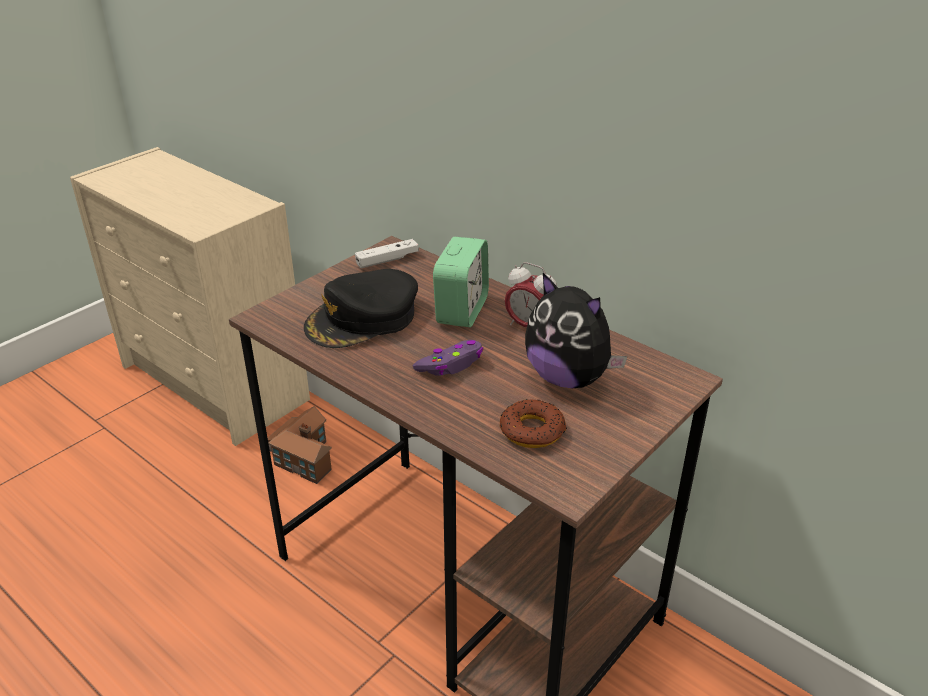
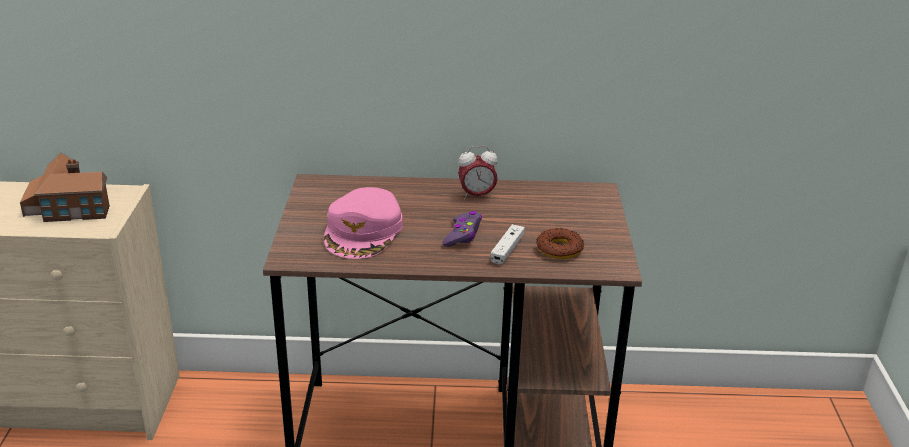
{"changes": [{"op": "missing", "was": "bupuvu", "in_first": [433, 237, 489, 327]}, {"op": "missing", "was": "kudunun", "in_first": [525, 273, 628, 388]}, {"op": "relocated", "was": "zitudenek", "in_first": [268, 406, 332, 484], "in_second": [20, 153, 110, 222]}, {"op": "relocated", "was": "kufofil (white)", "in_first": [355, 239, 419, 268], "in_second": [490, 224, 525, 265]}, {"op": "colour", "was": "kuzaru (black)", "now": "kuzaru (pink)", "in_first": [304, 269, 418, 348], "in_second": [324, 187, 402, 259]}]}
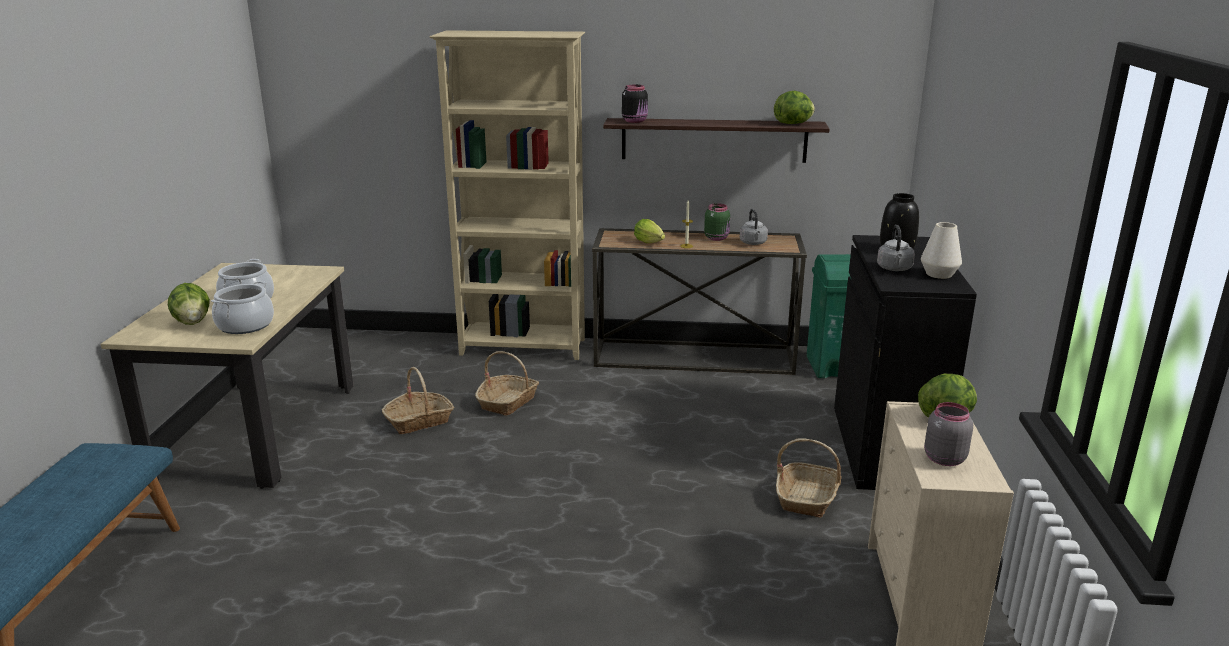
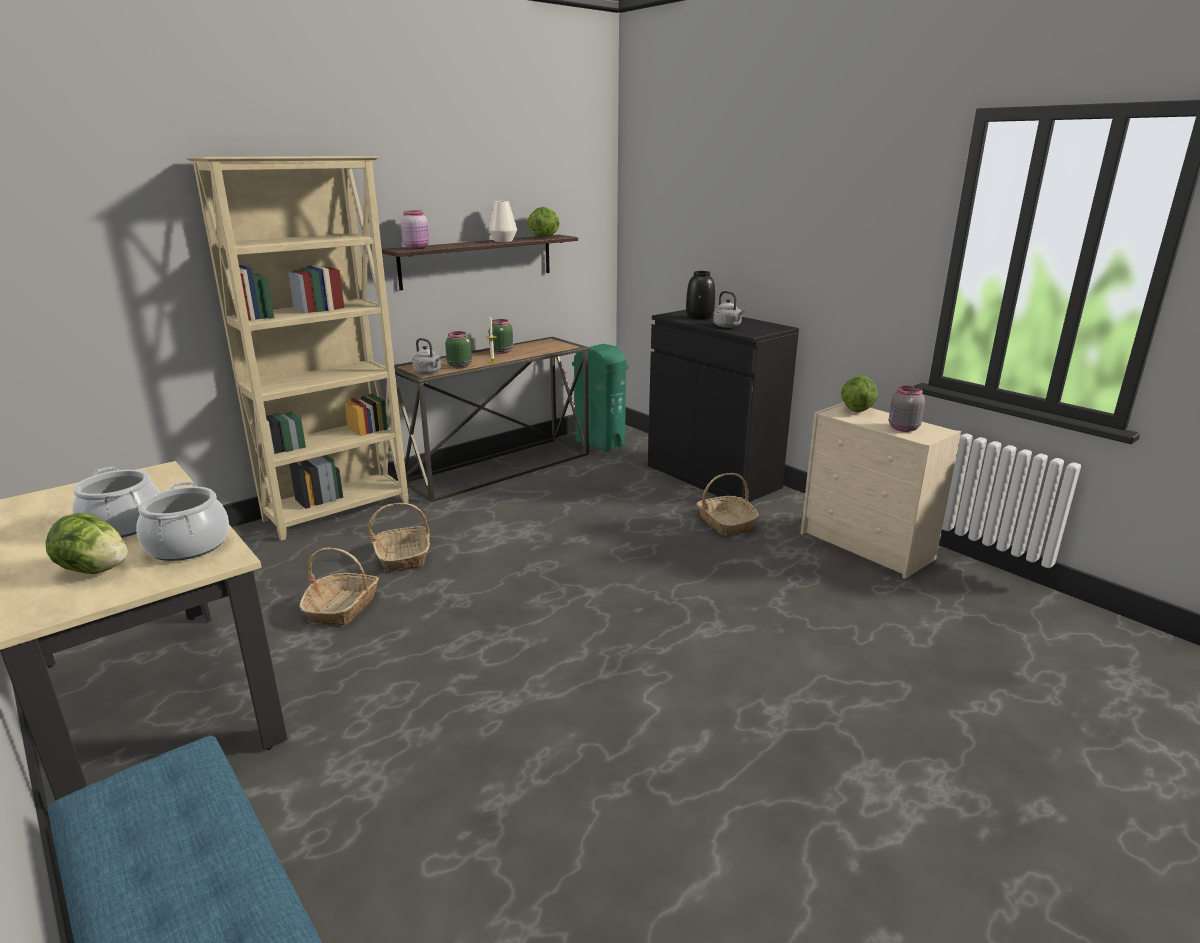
{"changes": [{"op": "relocated", "was": "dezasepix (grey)", "in_first": [740, 209, 768, 245], "in_second": [412, 338, 441, 374]}, {"op": "relocated", "was": "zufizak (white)", "in_first": [921, 222, 962, 279], "in_second": [488, 201, 517, 242]}, {"op": "exchanged", "was": "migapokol", "now": "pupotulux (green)", "in_first": [634, 219, 665, 243], "in_second": [445, 331, 472, 368]}, {"op": "colour", "was": "pupotulux (black)", "now": "pupotulux (pink)", "in_first": [622, 85, 648, 123], "in_second": [401, 210, 429, 249]}]}
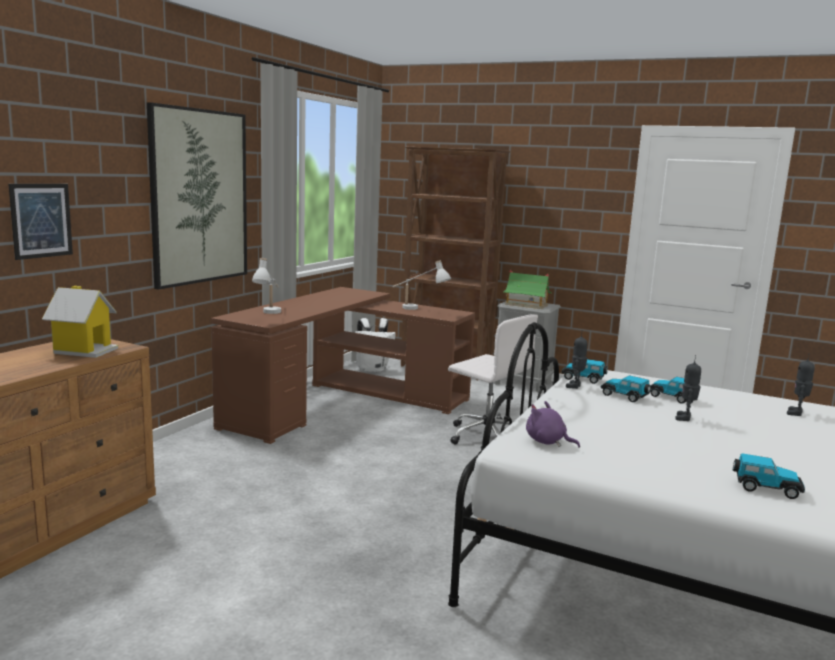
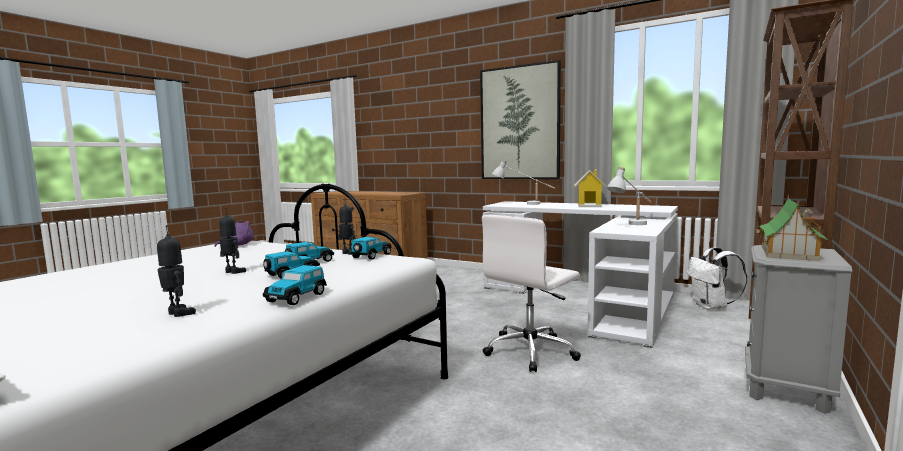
{"changes": [{"op": "missing", "was": "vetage", "in_first": [8, 184, 73, 260]}, {"op": "relocated", "was": "zitudenek", "in_first": [42, 286, 118, 358], "in_second": [574, 170, 606, 207]}, {"op": "relocated", "was": "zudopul", "in_first": [733, 453, 805, 499], "in_second": [263, 265, 327, 305]}, {"op": "colour", "was": "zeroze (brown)", "now": "zeroze (white)", "in_first": [211, 287, 475, 444], "in_second": [483, 201, 678, 348]}]}
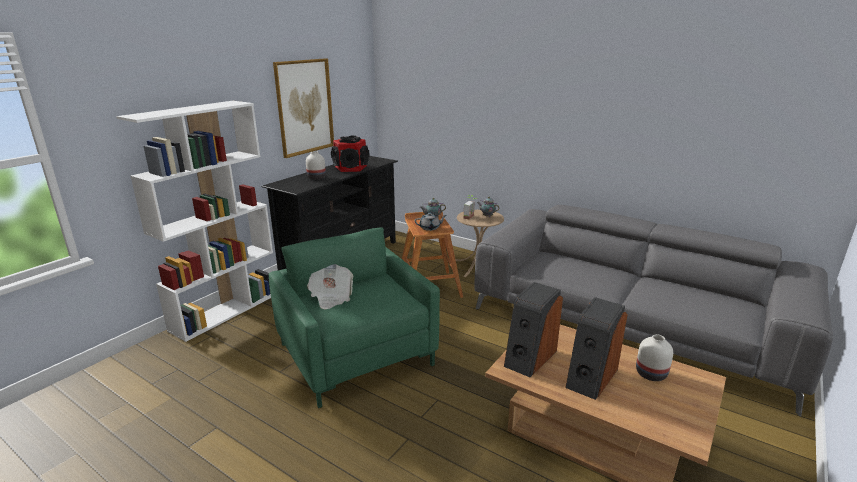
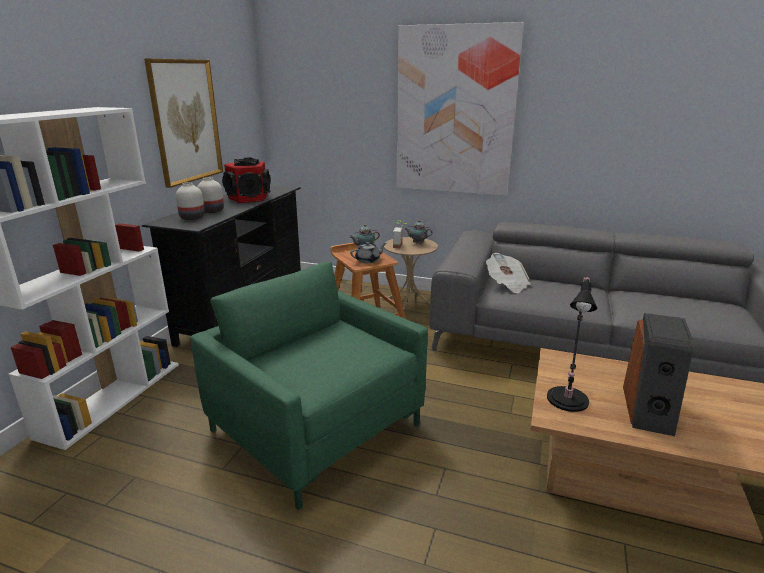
{"changes": [{"op": "appeared", "now": "vetage", "in_second": [397, 22, 524, 196]}, {"op": "relocated", "was": "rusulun", "in_first": [307, 264, 353, 309], "in_second": [486, 253, 531, 293]}, {"op": "relocated", "was": "zufizak (white)", "in_first": [636, 334, 673, 381], "in_second": [176, 182, 205, 220]}, {"op": "exchanged", "was": "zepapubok", "now": "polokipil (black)", "in_first": [504, 282, 563, 377], "in_second": [547, 276, 597, 412]}]}
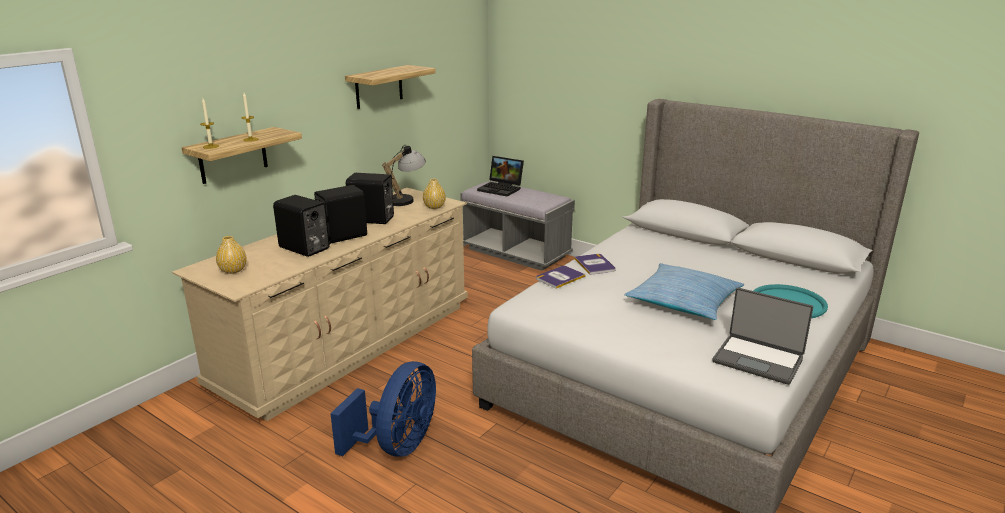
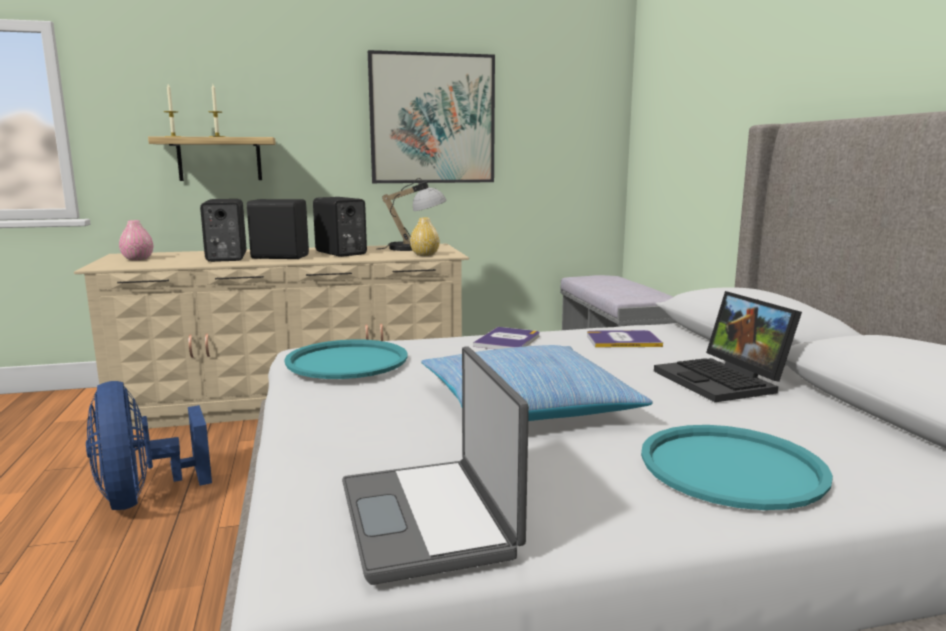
{"changes": [{"op": "appeared", "now": "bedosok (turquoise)", "in_second": [284, 339, 407, 379]}, {"op": "relocated", "was": "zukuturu", "in_first": [477, 156, 524, 197], "in_second": [654, 291, 802, 402]}, {"op": "relocated", "was": "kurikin", "in_first": [536, 266, 586, 289], "in_second": [587, 330, 663, 347]}, {"op": "exchanged", "was": "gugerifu", "now": "vetage", "in_first": [345, 65, 436, 109], "in_second": [368, 50, 495, 183]}, {"op": "colour", "was": "zufizak (yellow)", "now": "zufizak (pink)", "in_first": [216, 236, 247, 274], "in_second": [119, 220, 153, 260]}, {"op": "spun", "was": "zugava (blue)", "in_first": [330, 361, 436, 457], "in_second": [86, 381, 212, 510], "clockwise": 90}]}
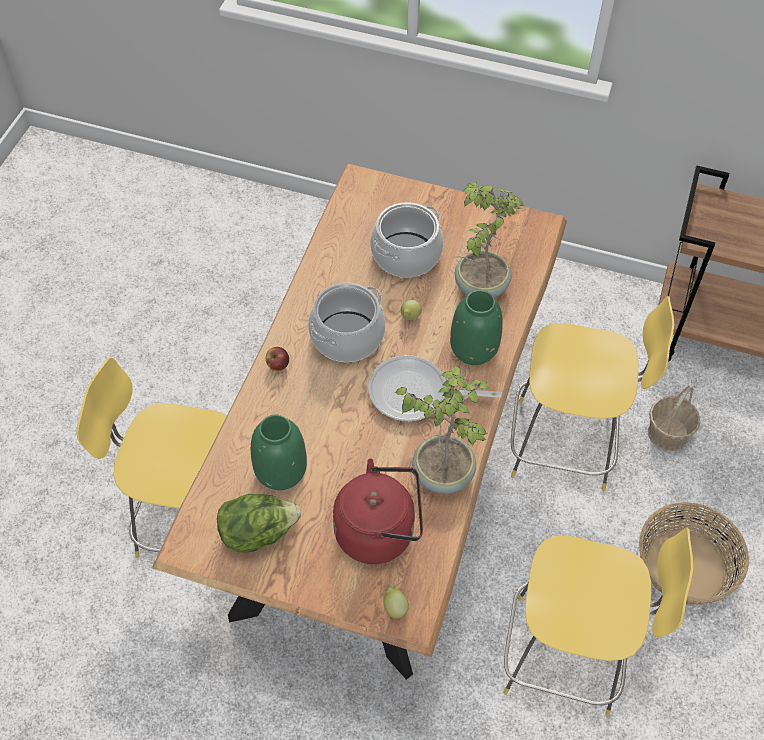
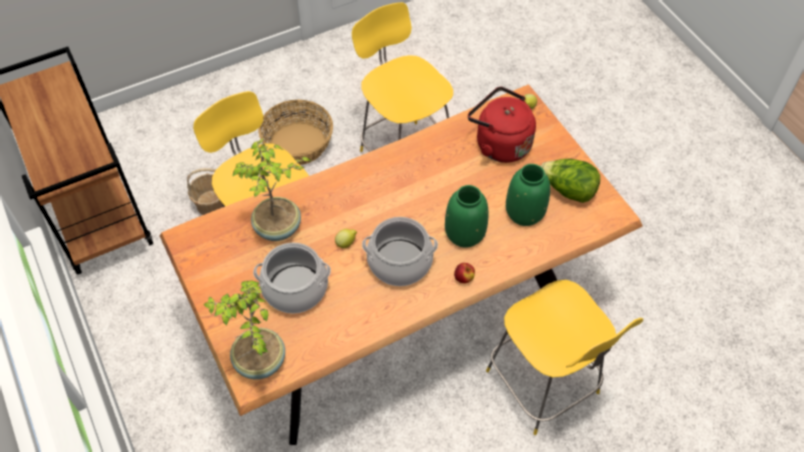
{"changes": [{"op": "missing", "was": "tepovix", "in_first": [368, 355, 502, 421]}, {"op": "relocated", "was": "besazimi", "in_first": [395, 364, 490, 494], "in_second": [204, 280, 285, 379]}, {"op": "relocated", "was": "zufizak (green)", "in_first": [450, 290, 503, 365], "in_second": [445, 185, 488, 248]}]}
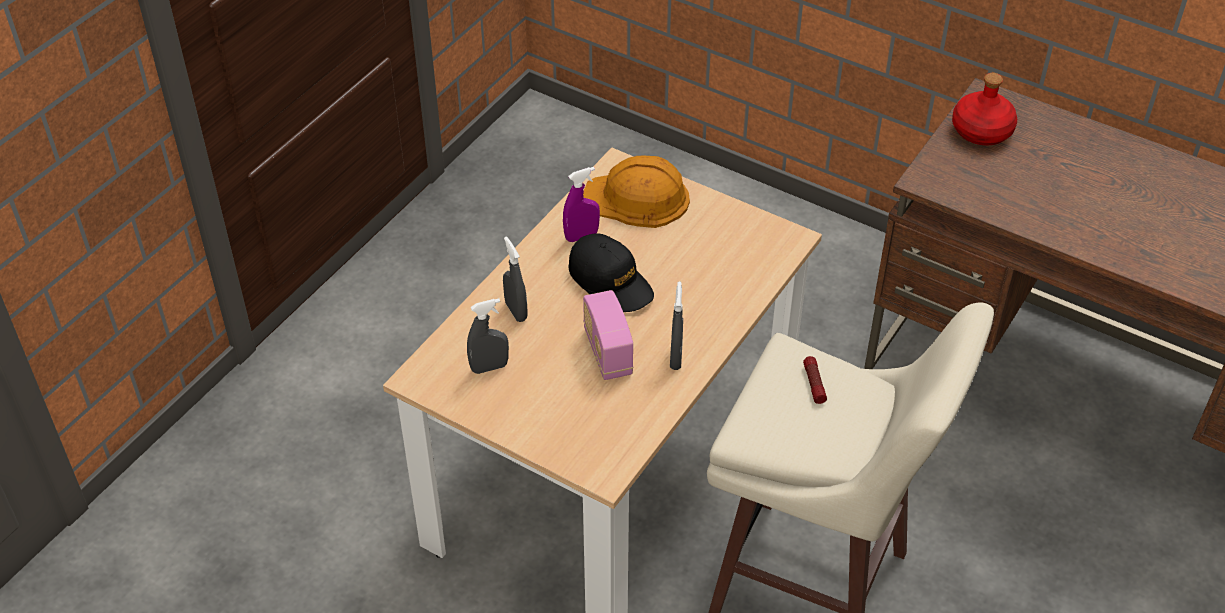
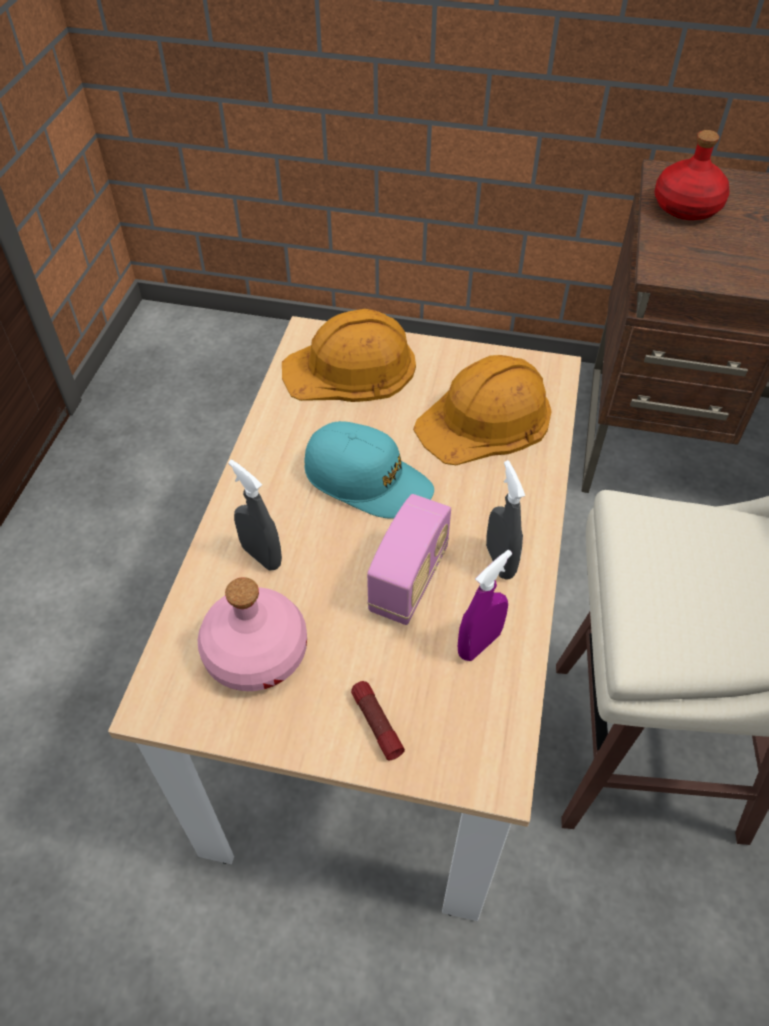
{"changes": [{"op": "appeared", "now": "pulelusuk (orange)", "in_second": [413, 355, 552, 465]}, {"op": "relocated", "was": "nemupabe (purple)", "in_first": [563, 167, 600, 242], "in_second": [458, 550, 512, 661]}, {"op": "relocated", "was": "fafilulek", "in_first": [803, 356, 827, 404], "in_second": [351, 681, 405, 760]}, {"op": "exchanged", "was": "nemupabe (grey)", "now": "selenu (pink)", "in_first": [467, 298, 509, 374], "in_second": [198, 577, 307, 691]}, {"op": "colour", "was": "kuzaru (black)", "now": "kuzaru (turquoise)", "in_first": [569, 233, 654, 312], "in_second": [304, 421, 434, 519]}, {"op": "spun", "was": "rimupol", "in_first": [583, 290, 634, 380], "in_second": [367, 494, 451, 625], "clockwise": -120}]}
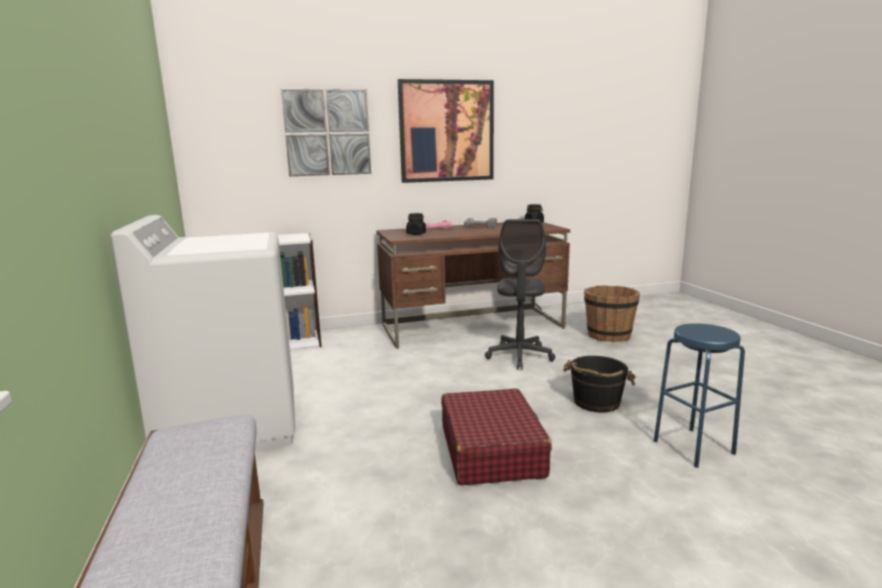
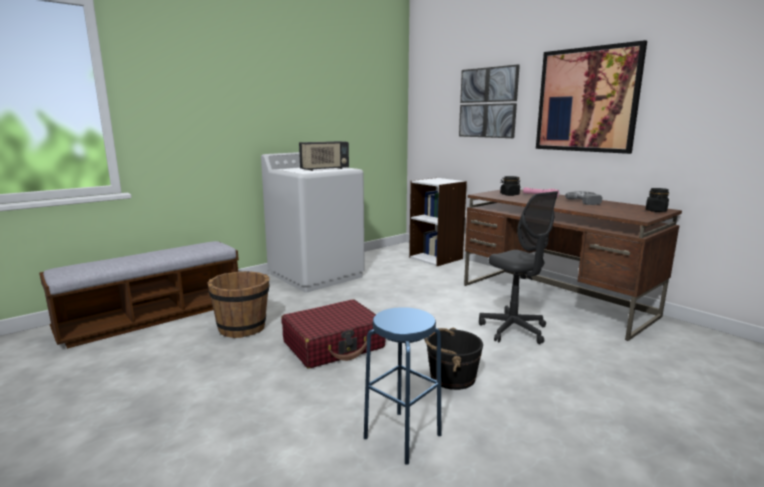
{"changes": [{"op": "appeared", "now": "rimupol", "in_second": [299, 141, 349, 171]}, {"op": "relocated", "was": "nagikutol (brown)", "in_first": [584, 286, 640, 342], "in_second": [207, 271, 270, 338]}, {"op": "spun", "was": "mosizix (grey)", "in_first": [485, 219, 555, 370], "in_second": [479, 191, 558, 344], "clockwise": -105}]}
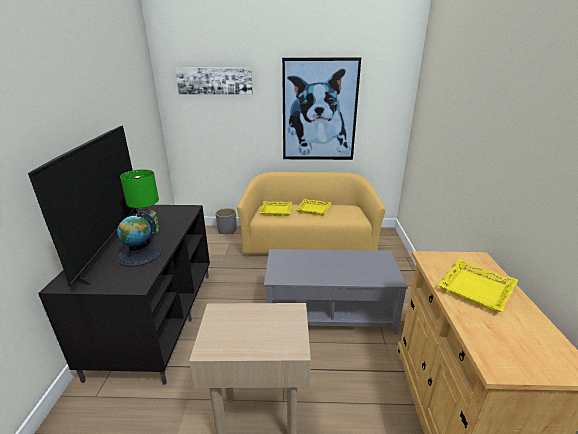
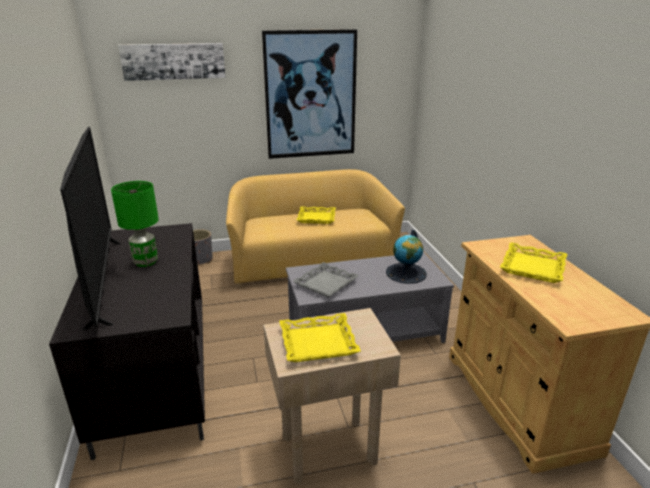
{"changes": [{"op": "appeared", "now": "bedosok (grey)", "in_second": [293, 262, 359, 298]}, {"op": "relocated", "was": "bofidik", "in_first": [117, 211, 162, 267], "in_second": [386, 230, 427, 284]}, {"op": "relocated", "was": "bedosok (yellow)", "in_first": [260, 201, 292, 216], "in_second": [279, 313, 361, 362]}]}
